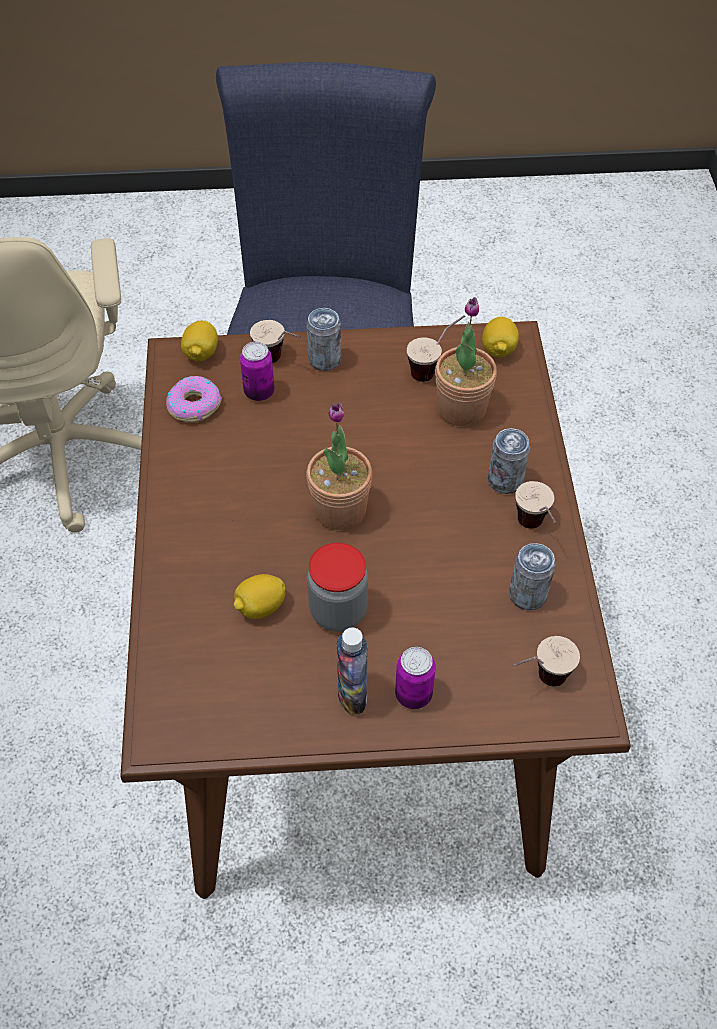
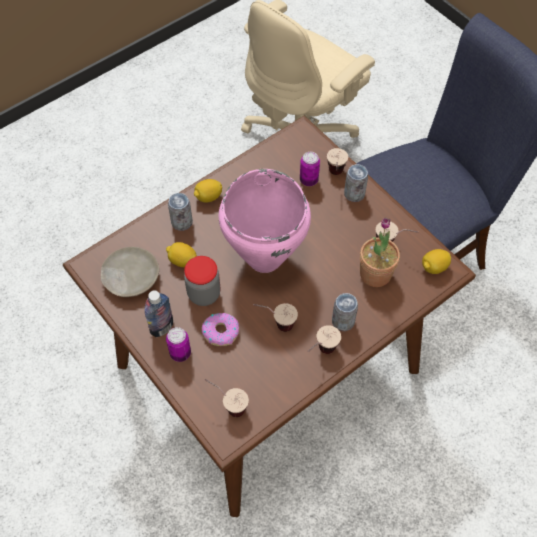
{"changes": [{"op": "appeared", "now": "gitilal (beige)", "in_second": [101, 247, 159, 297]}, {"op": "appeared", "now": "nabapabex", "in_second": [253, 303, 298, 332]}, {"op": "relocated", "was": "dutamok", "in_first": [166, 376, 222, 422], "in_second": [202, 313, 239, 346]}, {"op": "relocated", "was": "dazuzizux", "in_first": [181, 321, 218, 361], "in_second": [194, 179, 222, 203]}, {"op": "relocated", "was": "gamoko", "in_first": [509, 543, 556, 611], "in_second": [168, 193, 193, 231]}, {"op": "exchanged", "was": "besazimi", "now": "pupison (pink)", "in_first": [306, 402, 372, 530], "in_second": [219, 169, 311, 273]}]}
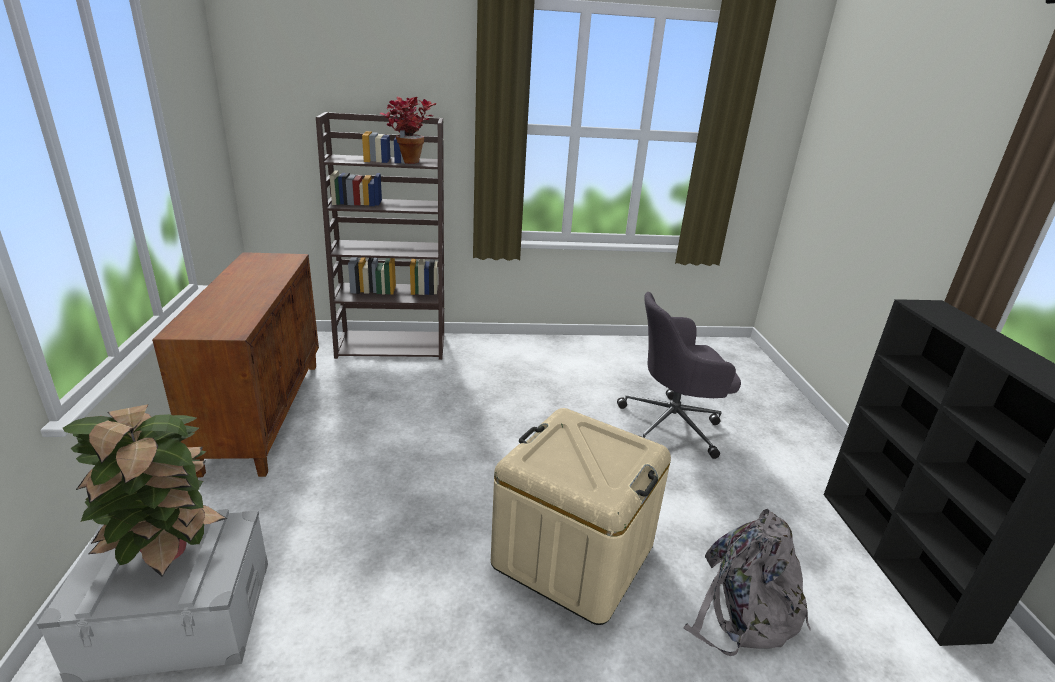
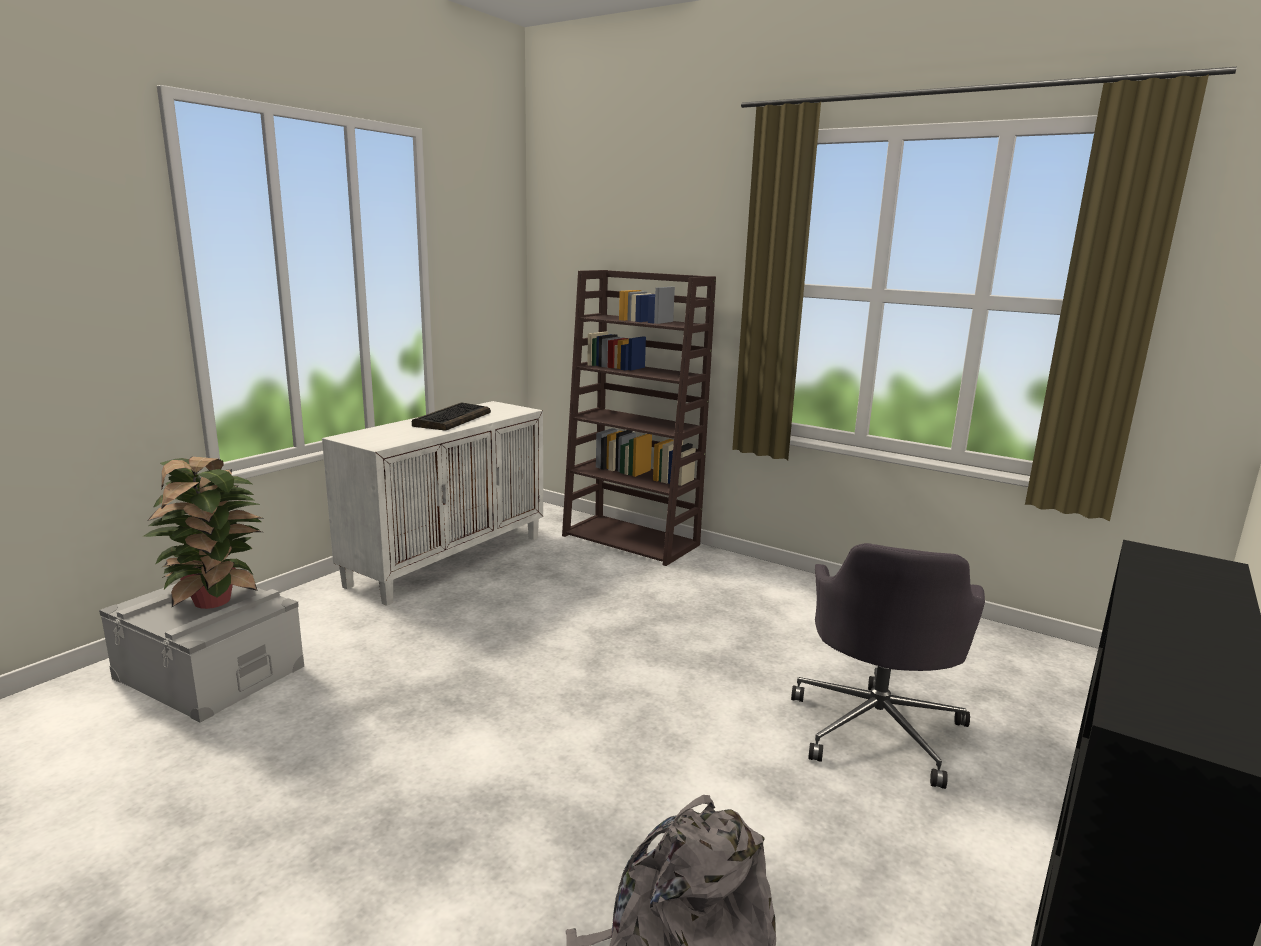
{"changes": [{"op": "missing", "was": "besazimi", "in_first": [380, 97, 437, 164]}, {"op": "missing", "was": "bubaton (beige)", "in_first": [491, 408, 671, 625]}, {"op": "appeared", "now": "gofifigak", "in_second": [412, 402, 491, 431]}, {"op": "colour", "was": "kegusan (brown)", "now": "kegusan (white)", "in_first": [152, 252, 319, 477], "in_second": [322, 401, 543, 606]}, {"op": "spun", "was": "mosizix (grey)", "in_first": [617, 292, 741, 459], "in_second": [791, 543, 985, 789], "clockwise": -105}]}
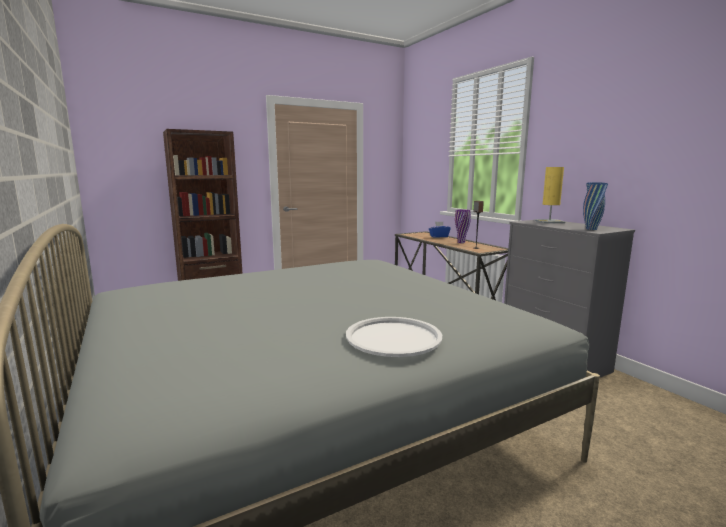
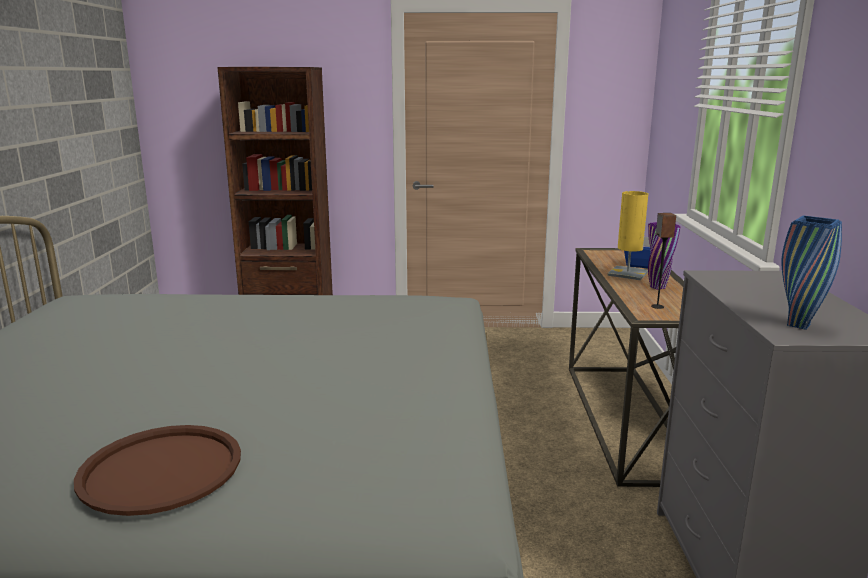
{"changes": [{"op": "relocated", "was": "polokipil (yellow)", "in_first": [535, 167, 565, 223], "in_second": [607, 191, 648, 280]}, {"op": "colour", "was": "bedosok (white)", "now": "bedosok (brown)", "in_first": [346, 317, 442, 357], "in_second": [74, 425, 241, 516]}]}
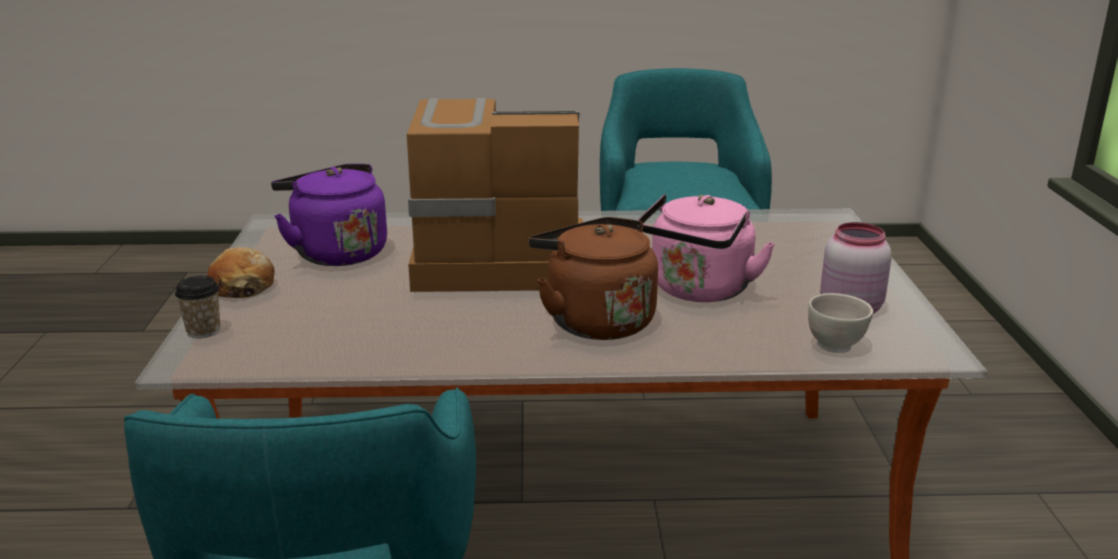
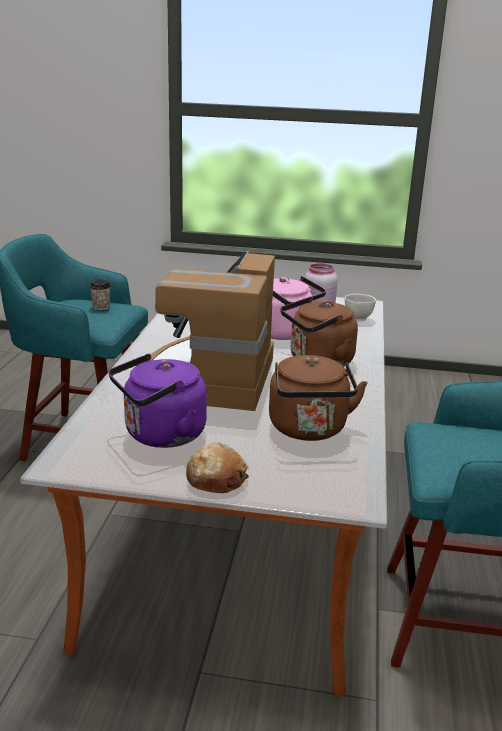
{"changes": [{"op": "appeared", "now": "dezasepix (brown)", "in_second": [269, 355, 368, 441]}, {"op": "relocated", "was": "nabapabex", "in_first": [175, 276, 220, 338], "in_second": [89, 279, 111, 310]}]}
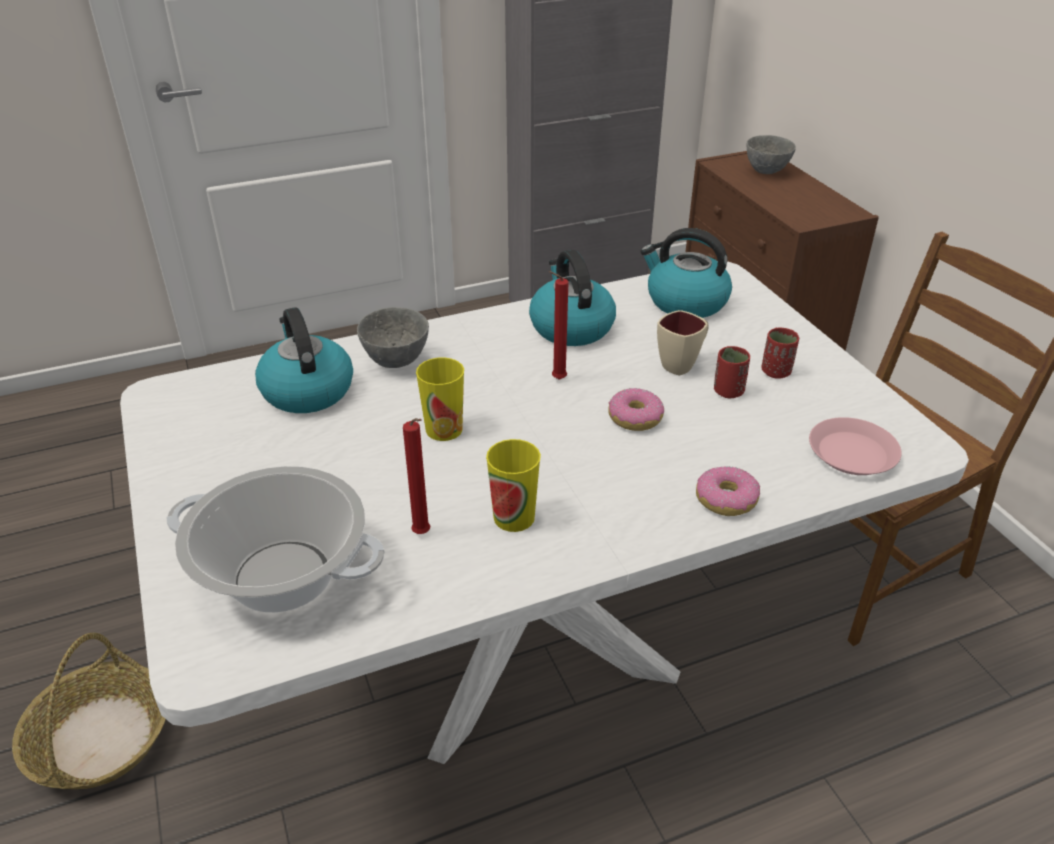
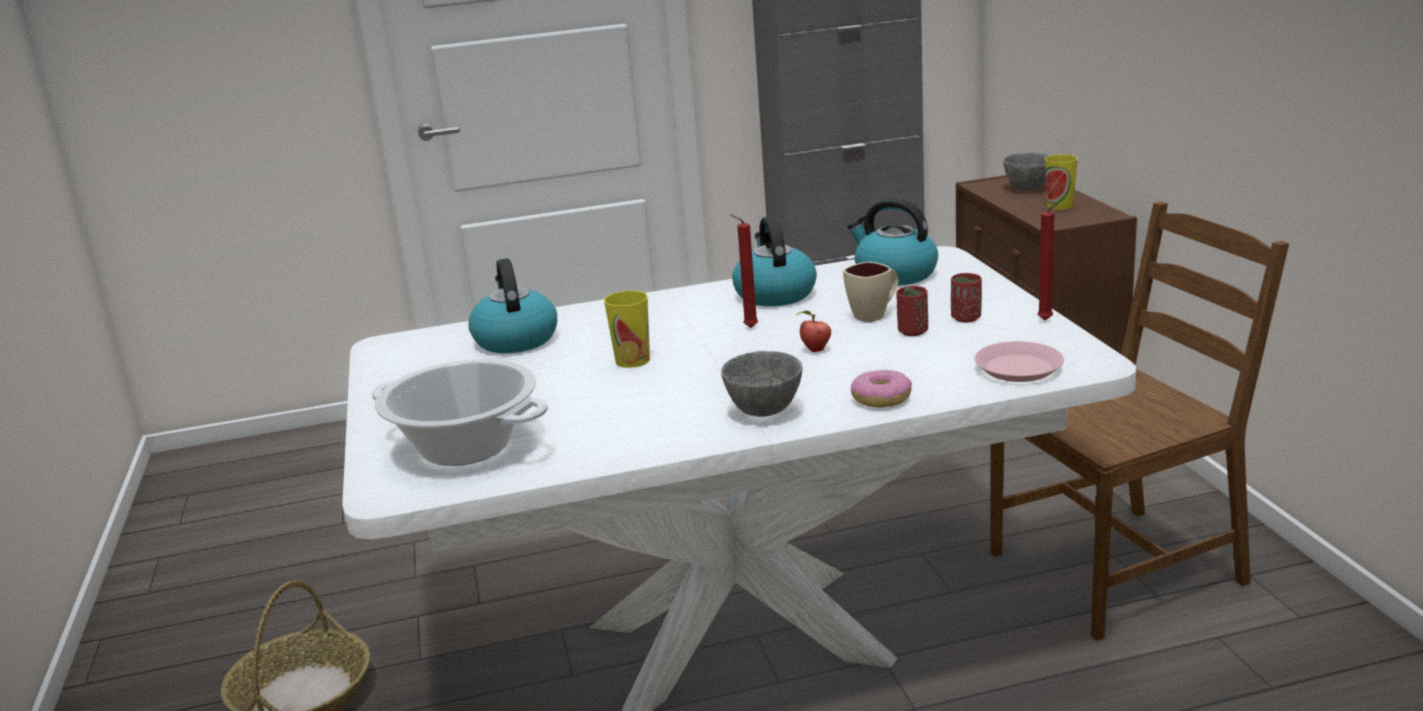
{"changes": [{"op": "relocated", "was": "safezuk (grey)", "in_first": [357, 307, 429, 368], "in_second": [721, 351, 803, 417]}, {"op": "relocated", "was": "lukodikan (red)", "in_first": [403, 418, 430, 534], "in_second": [1037, 203, 1059, 320]}, {"op": "relocated", "was": "nabapabex", "in_first": [486, 439, 541, 532], "in_second": [1045, 155, 1078, 210]}, {"op": "exchanged", "was": "dutamok", "now": "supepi", "in_first": [608, 388, 664, 431], "in_second": [797, 311, 831, 352]}]}
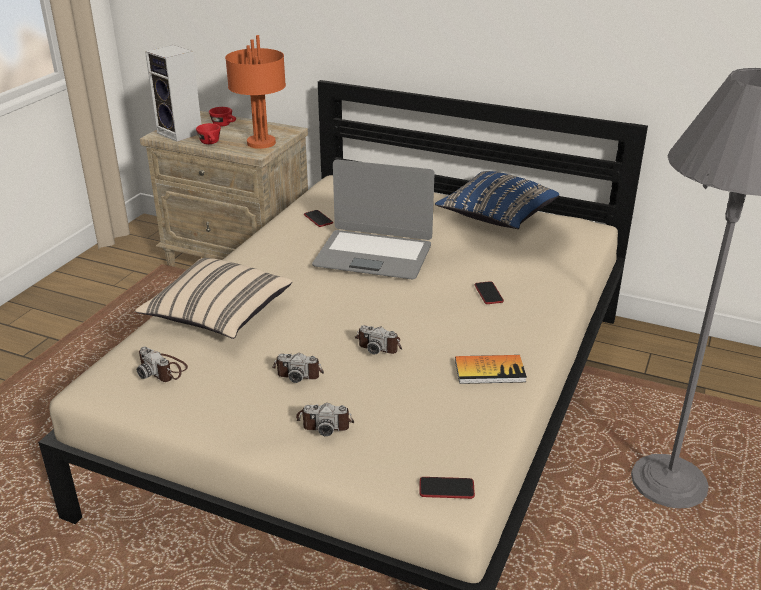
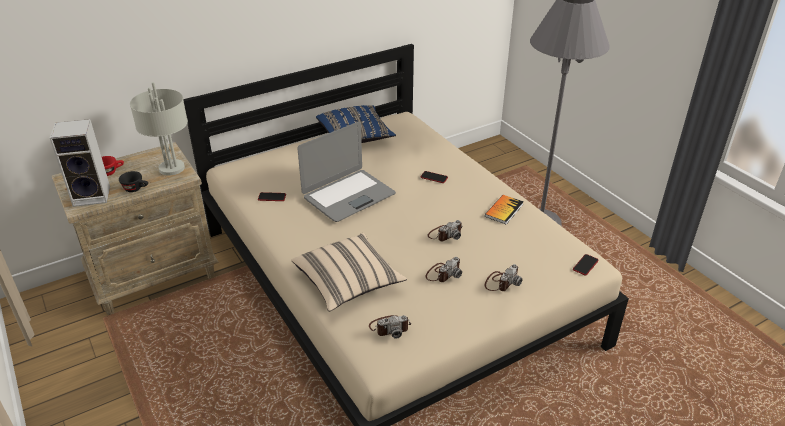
{"changes": [{"op": "colour", "was": "nabapabex (red)", "now": "nabapabex (black)", "in_first": [196, 123, 221, 144], "in_second": [119, 171, 148, 192]}, {"op": "colour", "was": "polokipil (orange)", "now": "polokipil (grey)", "in_first": [225, 35, 286, 149], "in_second": [130, 82, 188, 176]}]}
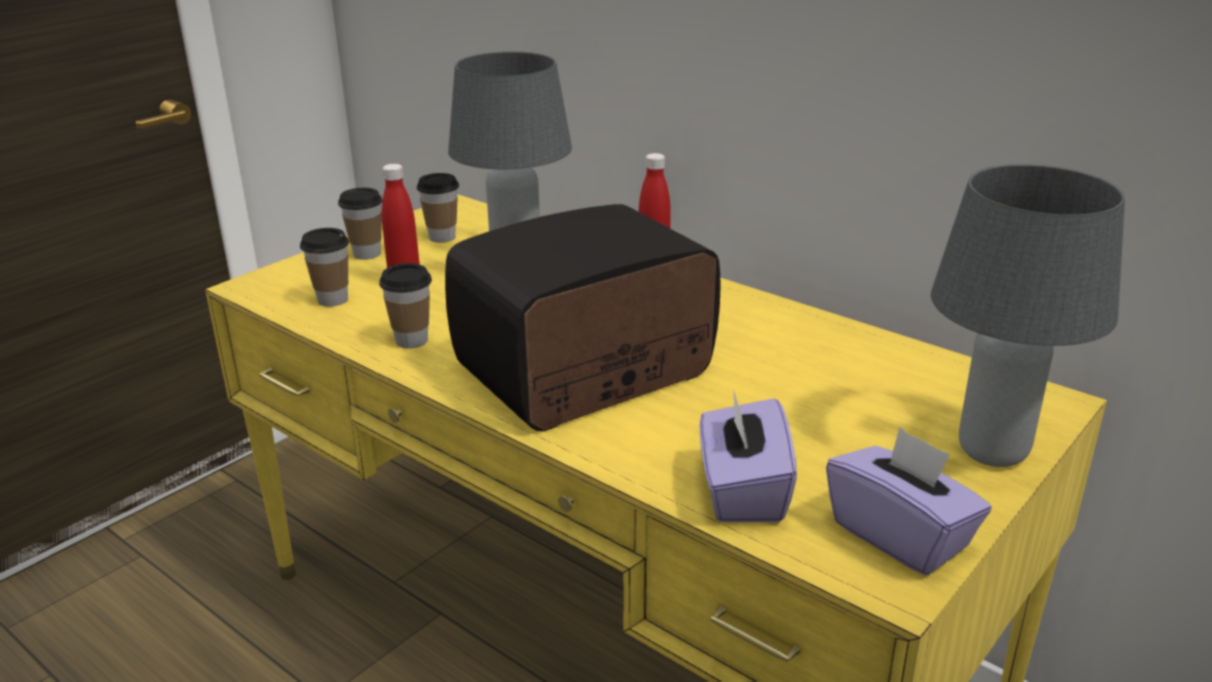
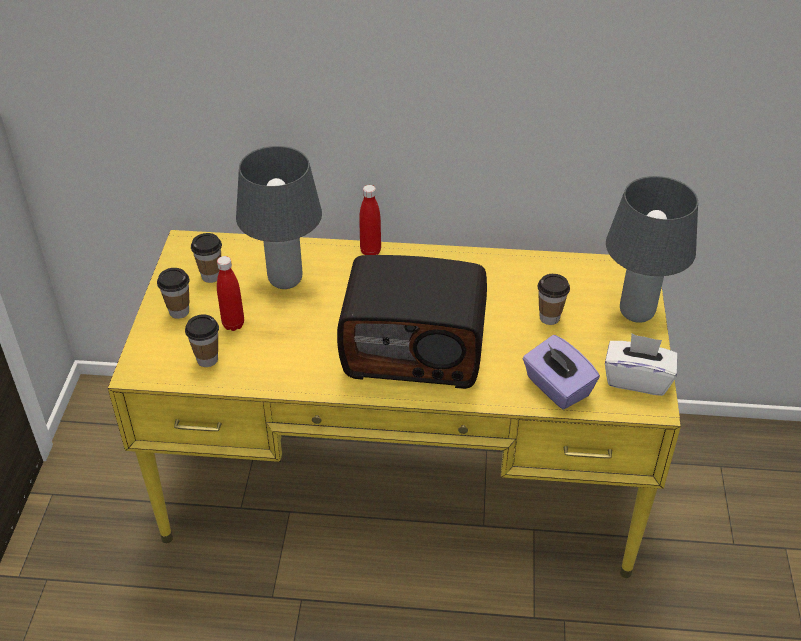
{"changes": [{"op": "relocated", "was": "nabapabex", "in_first": [379, 263, 432, 348], "in_second": [538, 274, 570, 325]}, {"op": "colour", "was": "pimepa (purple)", "now": "pimepa (white)", "in_first": [826, 427, 991, 576], "in_second": [605, 334, 677, 396]}, {"op": "spun", "was": "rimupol", "in_first": [445, 204, 720, 432], "in_second": [337, 255, 487, 389], "clockwise": -105}]}
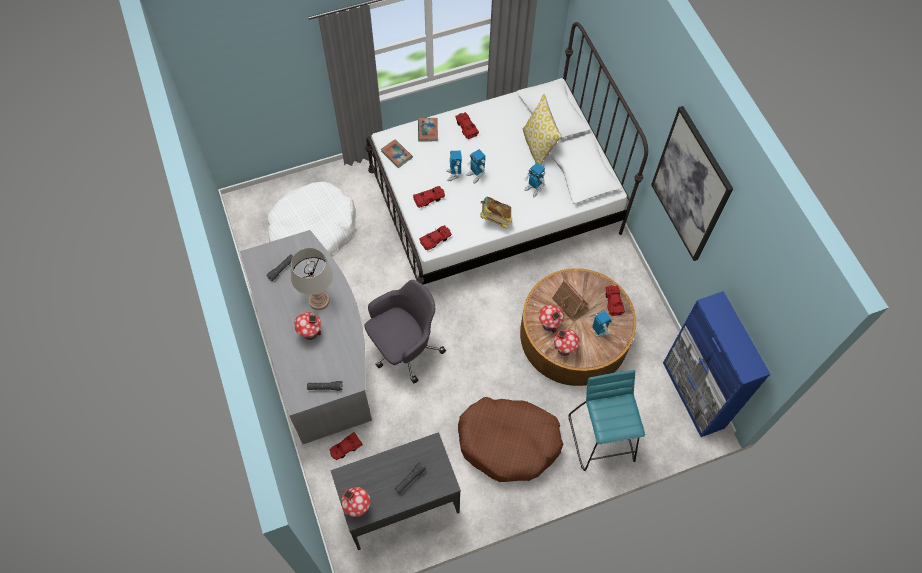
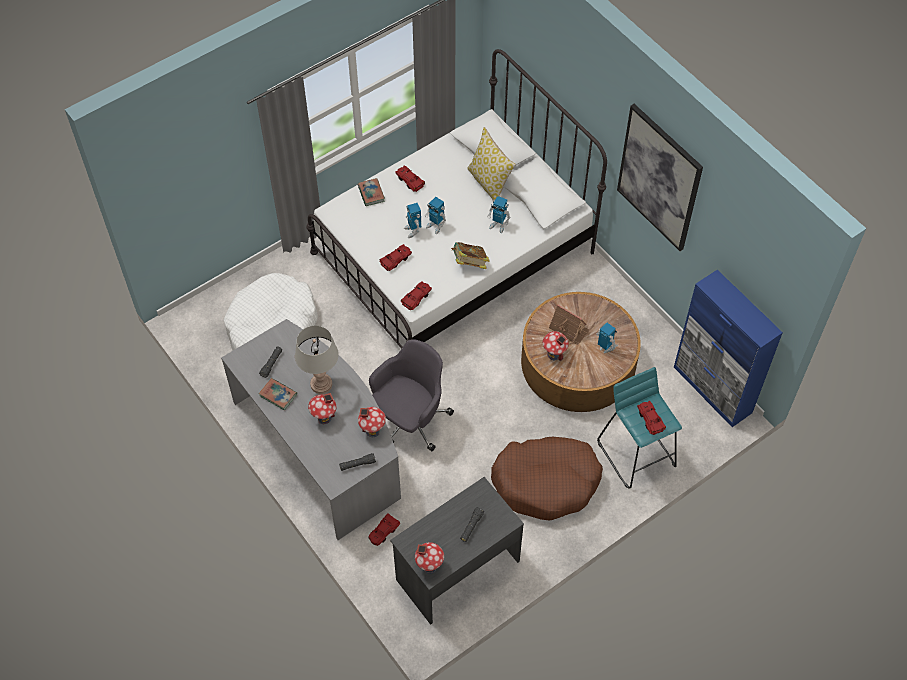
{"changes": [{"op": "relocated", "was": "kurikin", "in_first": [381, 140, 413, 168], "in_second": [259, 378, 297, 410]}, {"op": "relocated", "was": "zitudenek", "in_first": [554, 329, 580, 356], "in_second": [358, 407, 386, 437]}, {"op": "relocated", "was": "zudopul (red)", "in_first": [605, 285, 625, 316], "in_second": [637, 401, 666, 435]}]}
